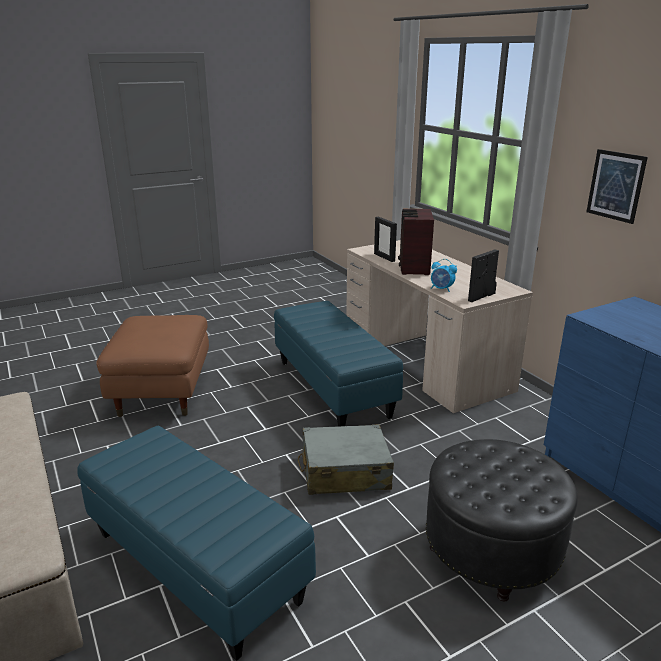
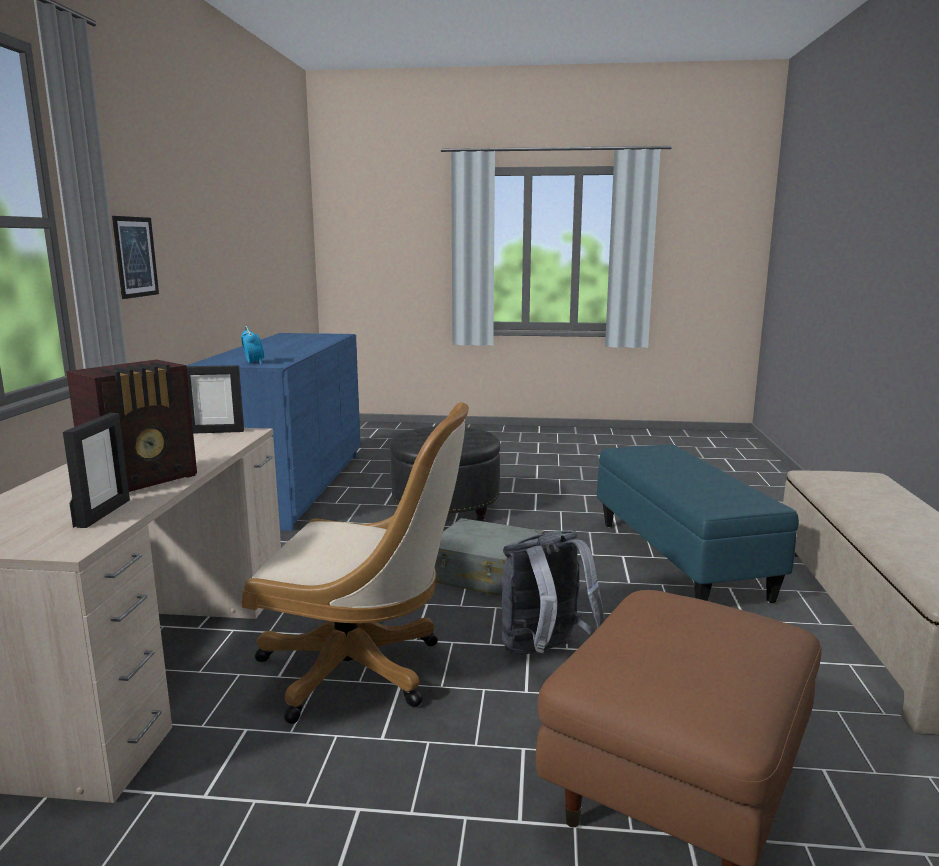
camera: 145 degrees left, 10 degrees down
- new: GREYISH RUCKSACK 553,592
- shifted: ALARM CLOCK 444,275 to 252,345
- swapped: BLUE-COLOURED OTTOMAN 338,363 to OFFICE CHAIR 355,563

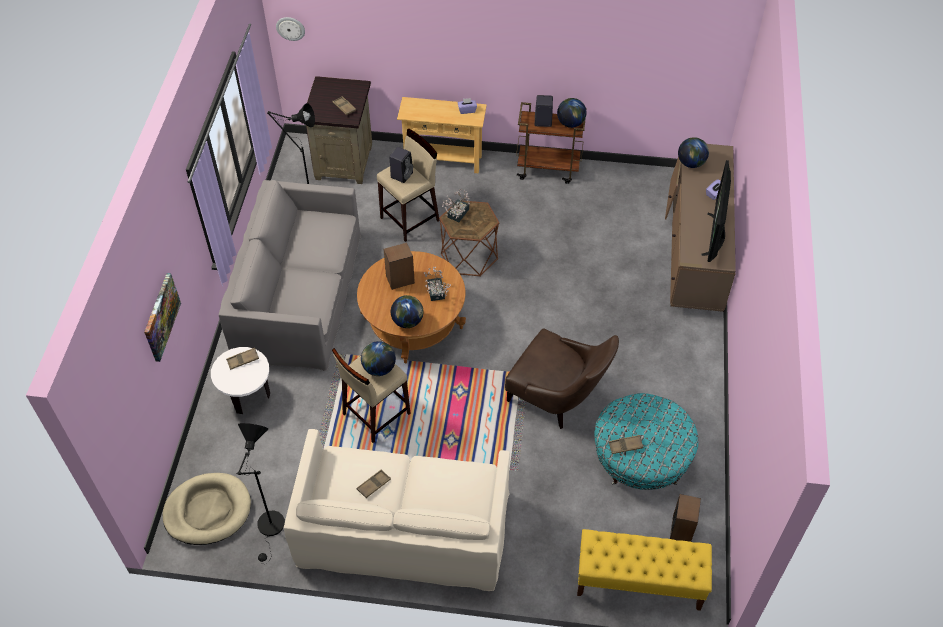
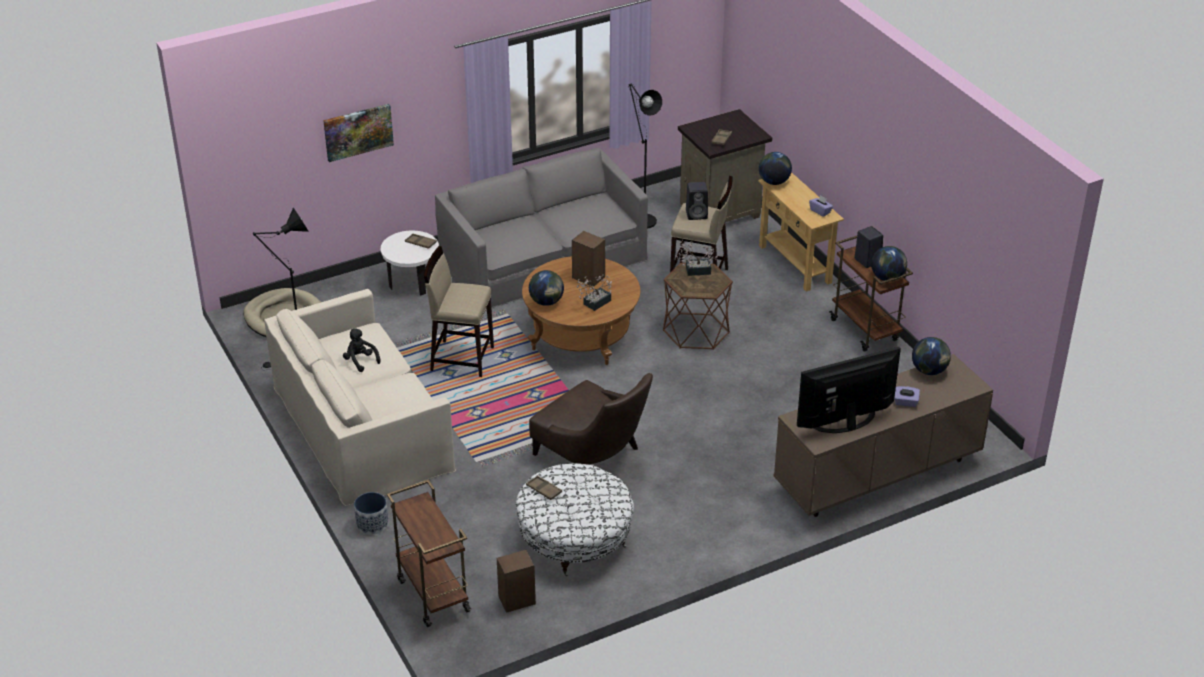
camera: 55 degrees right, 15 degrees down
- gone: WALL CLOCK 290,29
- new: PLANTER 371,513
- shifted: DESK GLOBE 378,358 to 775,168
- swapped: BROWNISH TRAY 374,483 to BLACKISH CUDDLY TOY 362,350
- swapped: YELLOW-COLOURED INDOOR BENCH 644,570 to BROWNISH WHEELED CART 429,553
- repainted: TURQUOISE-COLOURED OTTOMAN 646,441 to WHITE OTTOMAN 575,519
- rotated: BROWNISH ARMCHAIR 562,379 = 591,419 45 degrees counterclockwise

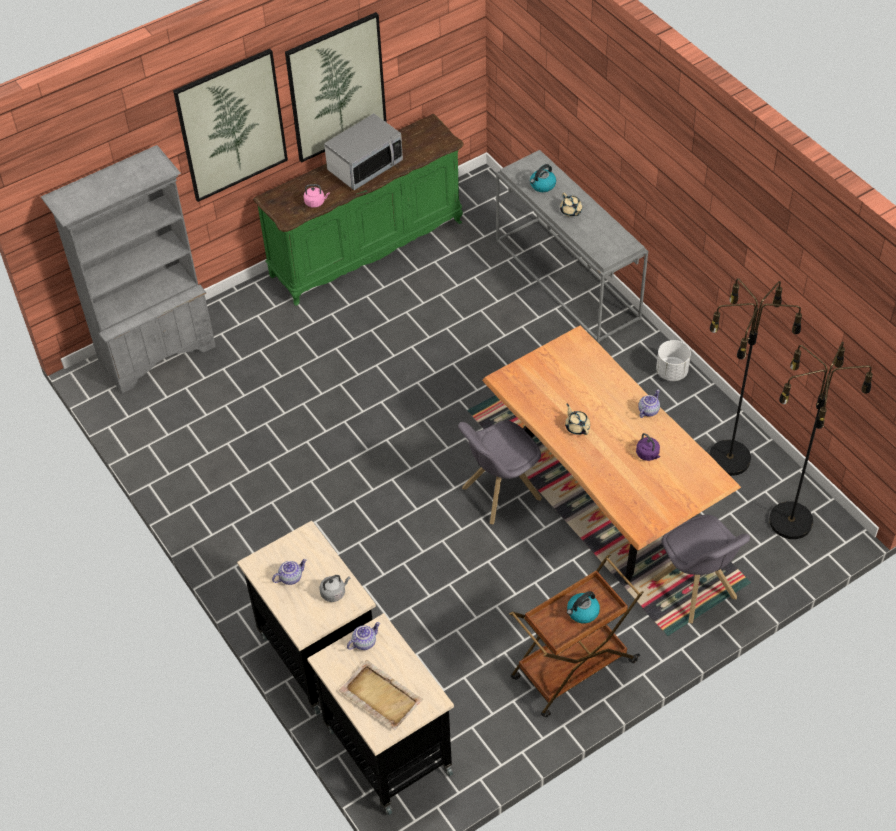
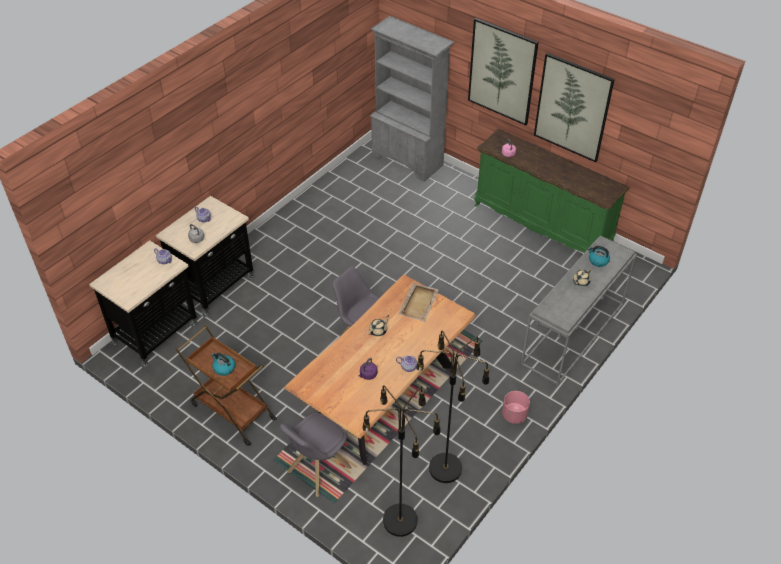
camera: 70 degrees right, 5 degrees down
- gone: KITCHEN MICROWAVE 363,151
- shifted: BEIGE-COLOURED TRAY 381,695 to 418,302
- repainted: WHITE PLANTER 673,360 to PINKISH PLANTER 516,407

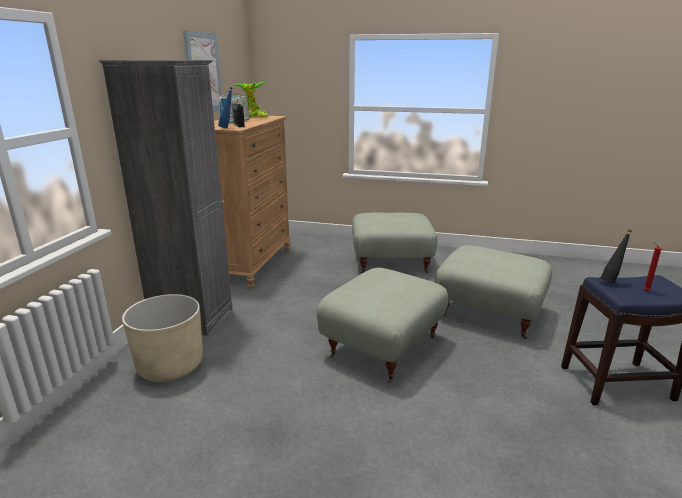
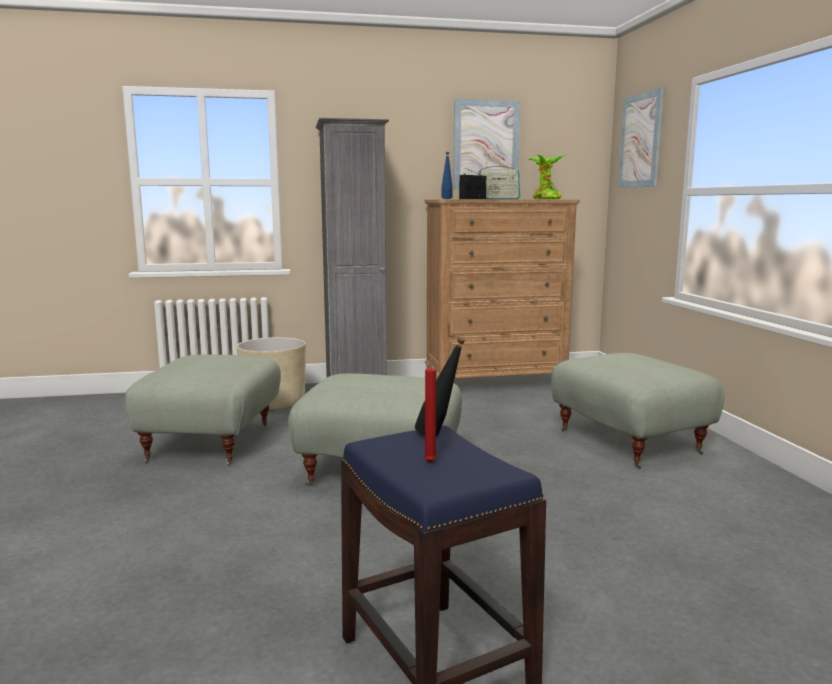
camera: 65 degrees right, 10 degrees down
- new: PICTURE 641,137
- shifted: GREYISH OTTOMAN 493,292 to 203,410

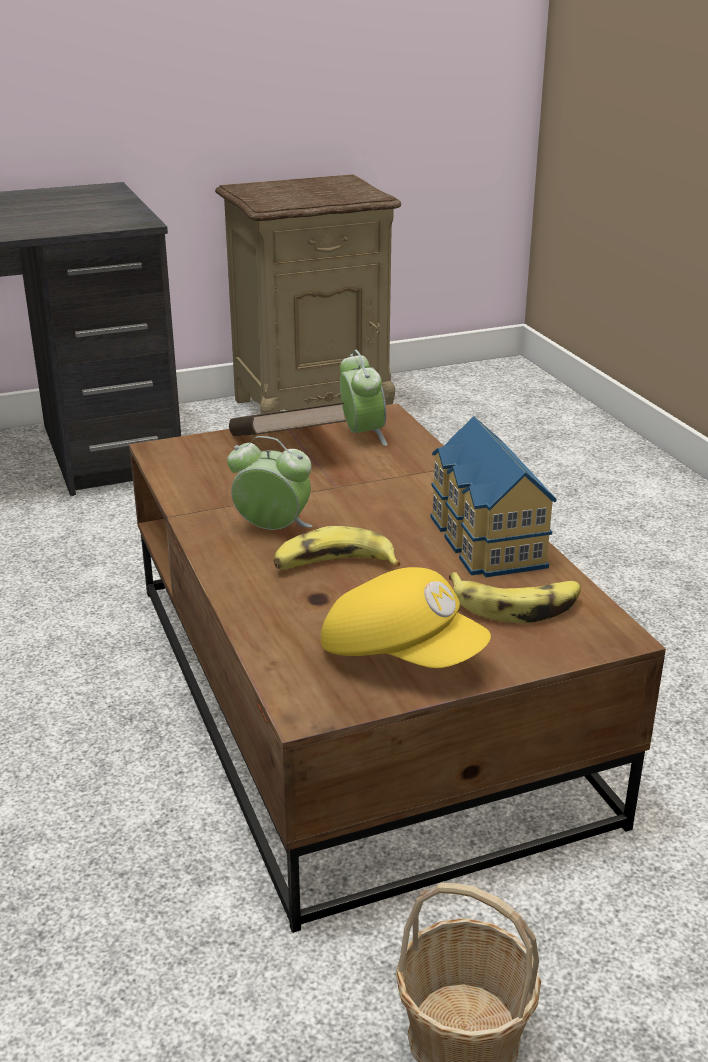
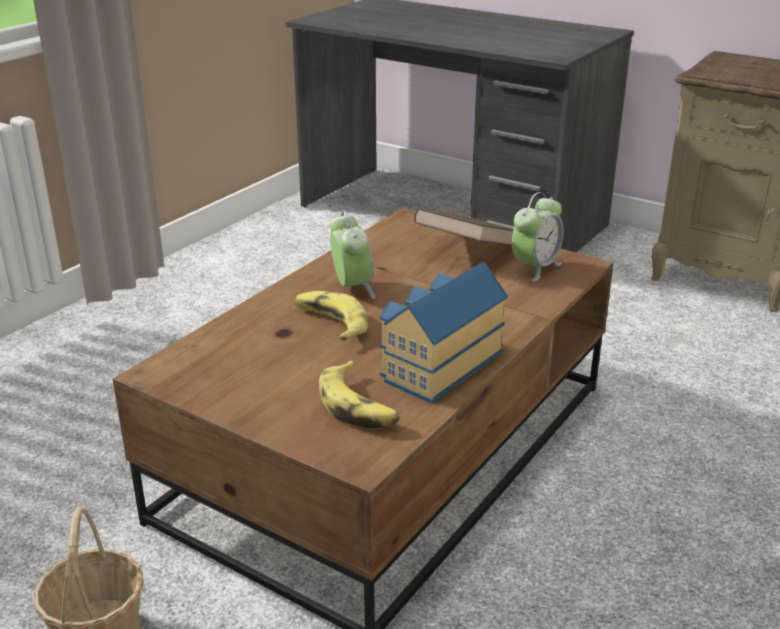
camera: 55 degrees right, 0 degrees up
- gone: YELLOW-COLOURED BASEBALL CAP 406,617

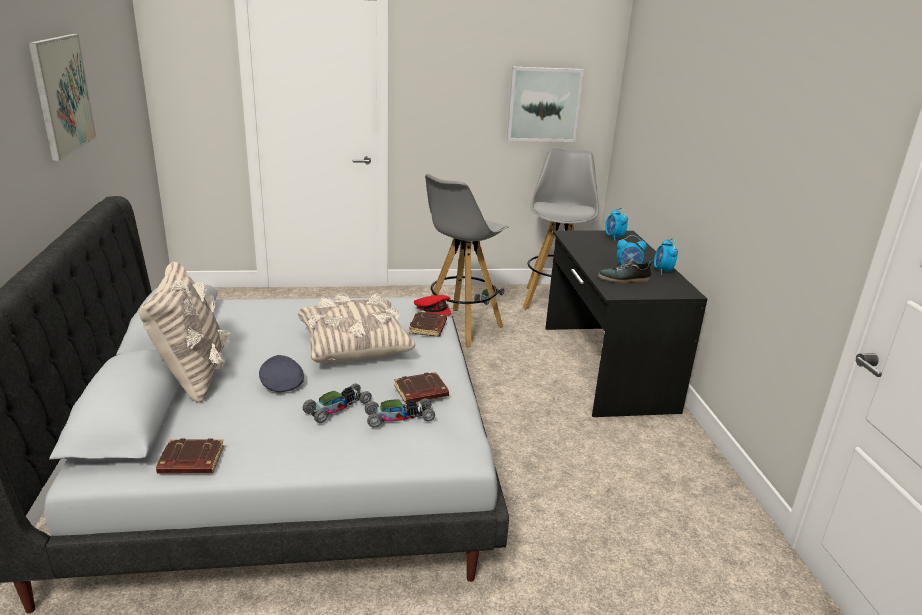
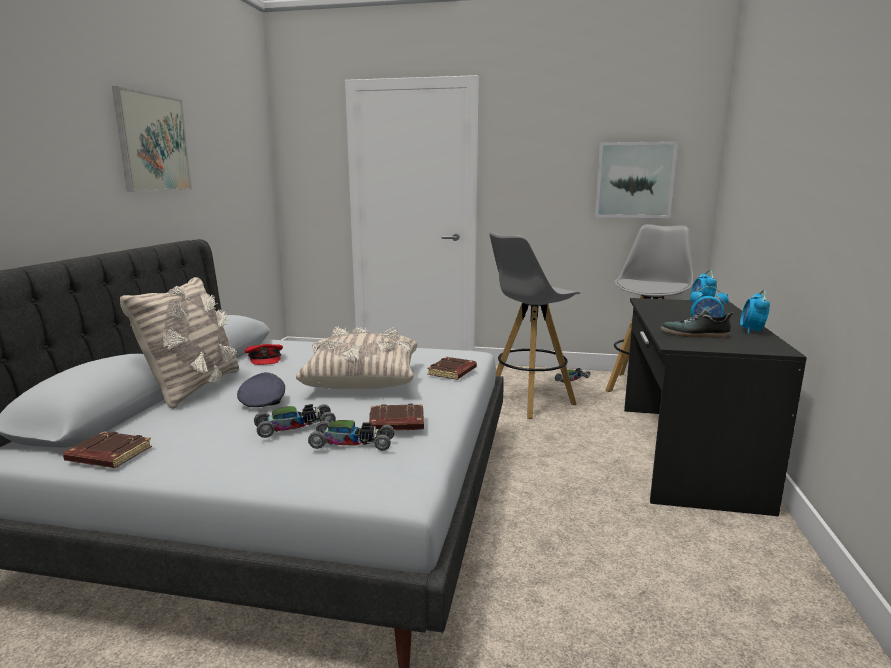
camera: 20 degrees right, 10 degrees down
- shifted: RED-COLOURED BASEBALL CAP 432,305 to 264,354

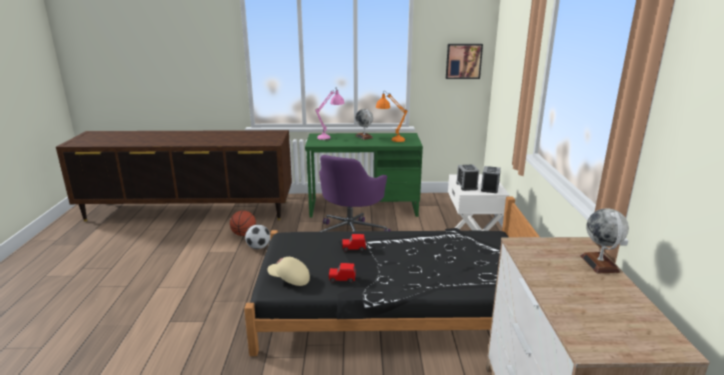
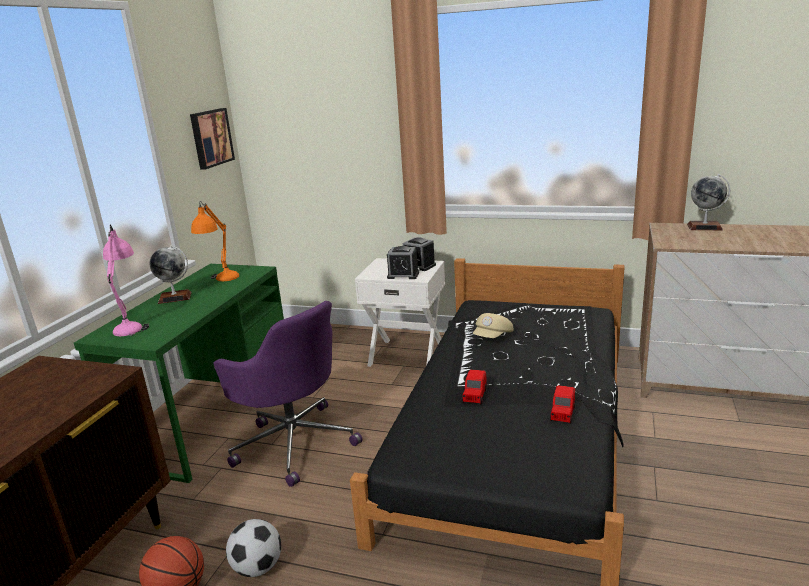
camera: 70 degrees left, 0 degrees up
- shifted: BEIGE-COLOURED BASEBALL CAP 288,271 to 493,325

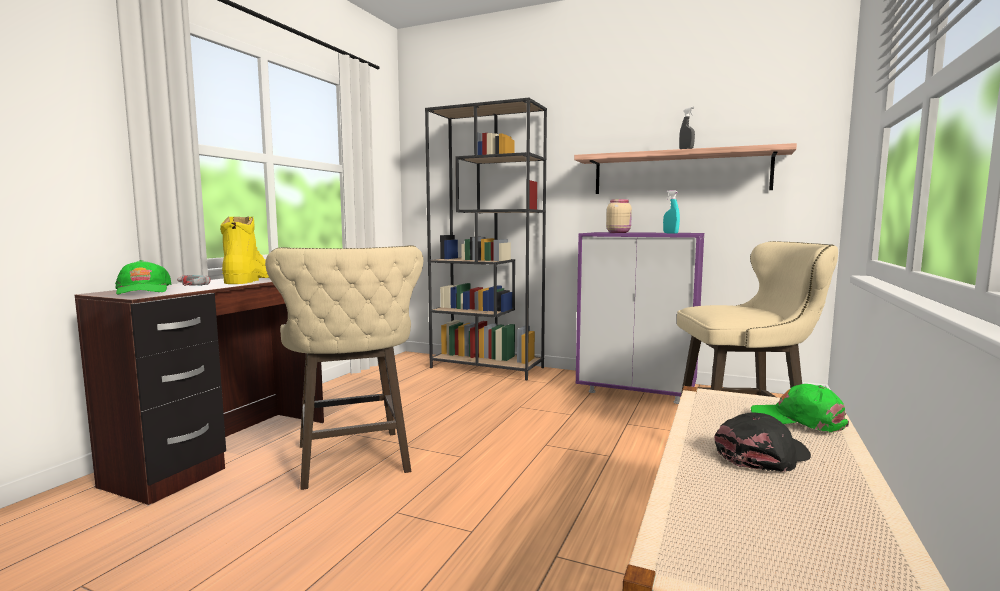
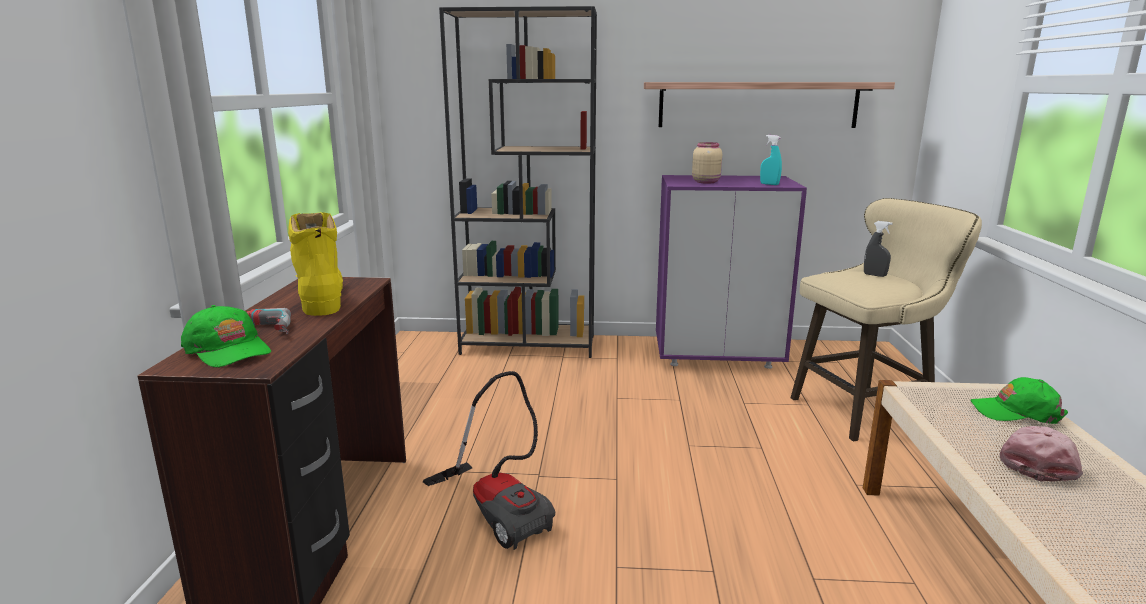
camera: 20 degrees left, 10 degrees up
- shifted: GREYISH SPRAY BOTTLE 687,128 to 878,249
- swapped: BEIGE-COLOURED SITTING STOOL 344,367 to HOOVER 489,460
- repainted: BLACKISH BASEBALL CAP 762,442 to PINKISH BASEBALL CAP 1041,454

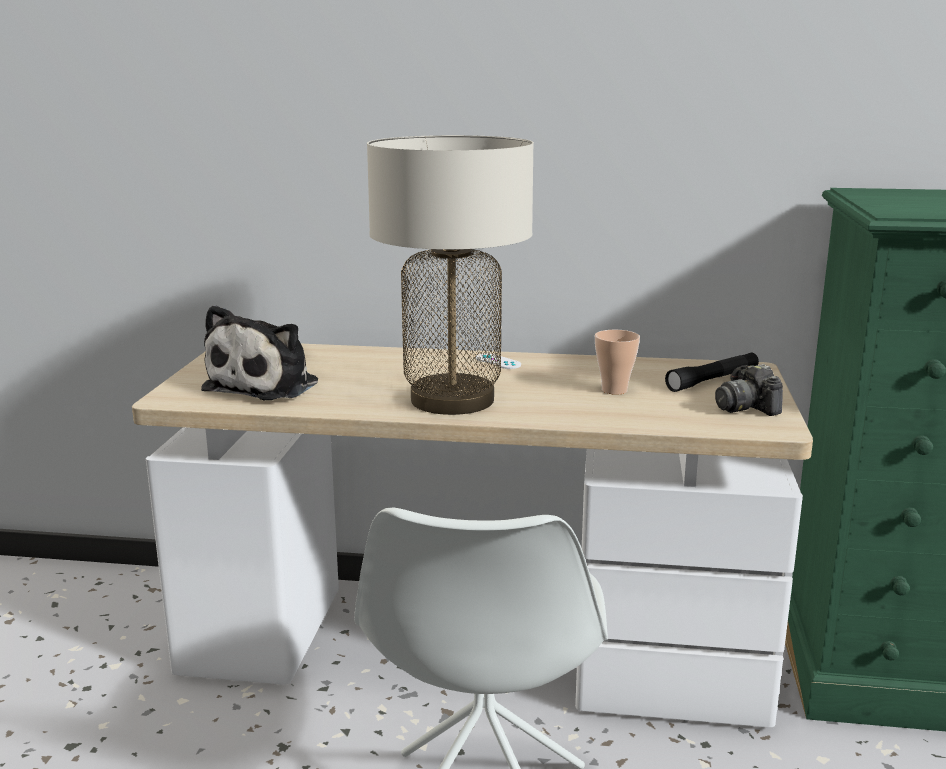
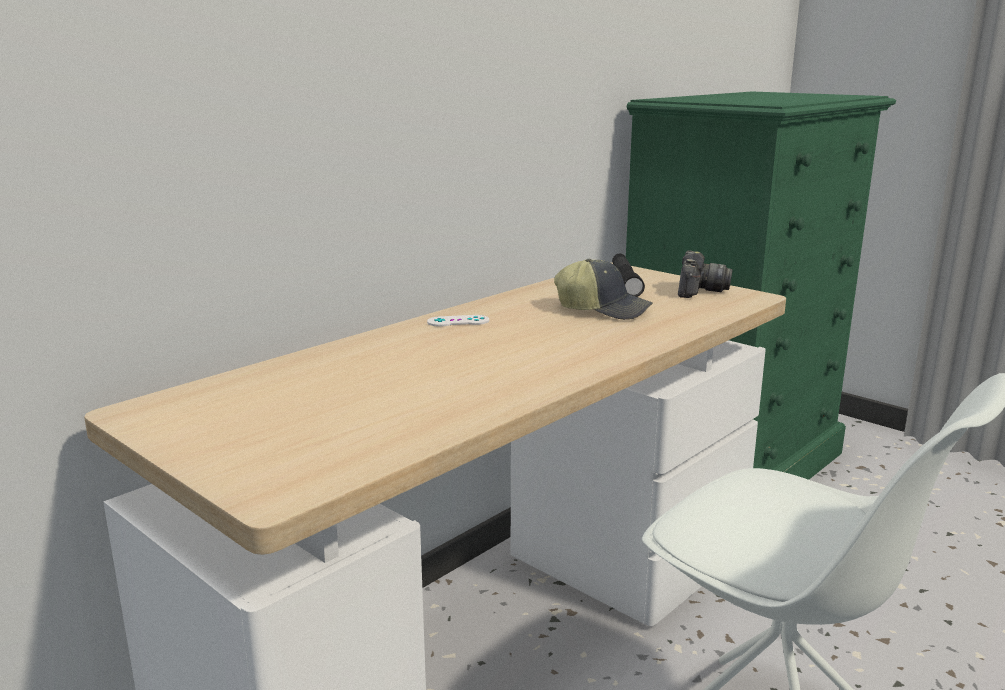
camera: 55 degrees left, 0 degrees up
- gone: CUDDLY TOY 259,352
- gone: TABLE LAMP 450,275
- swapped: SMALL CUP 617,362 to BASEBALL CAP 603,289
- rotated: PHOTO CAMERA 749,390 = 705,274 90 degrees counterclockwise

